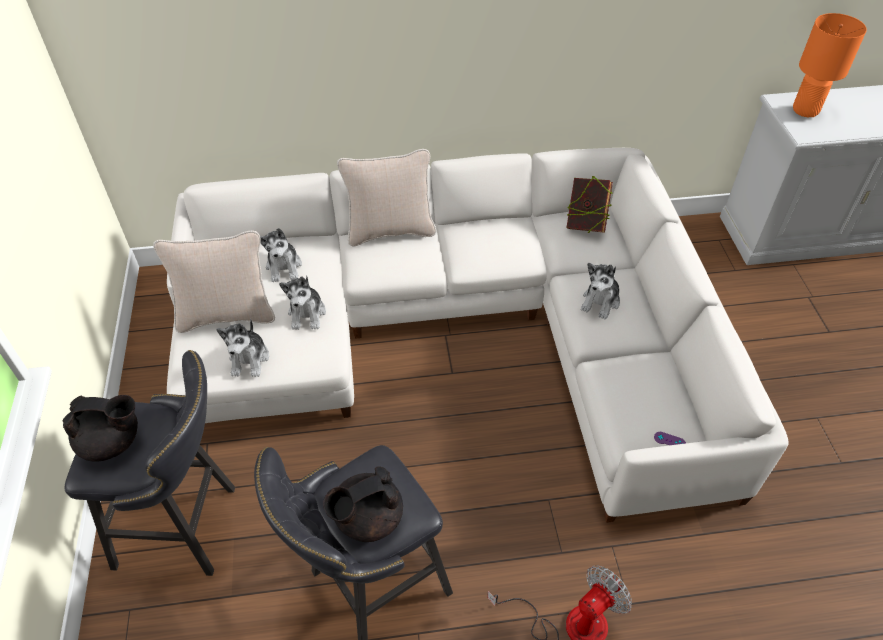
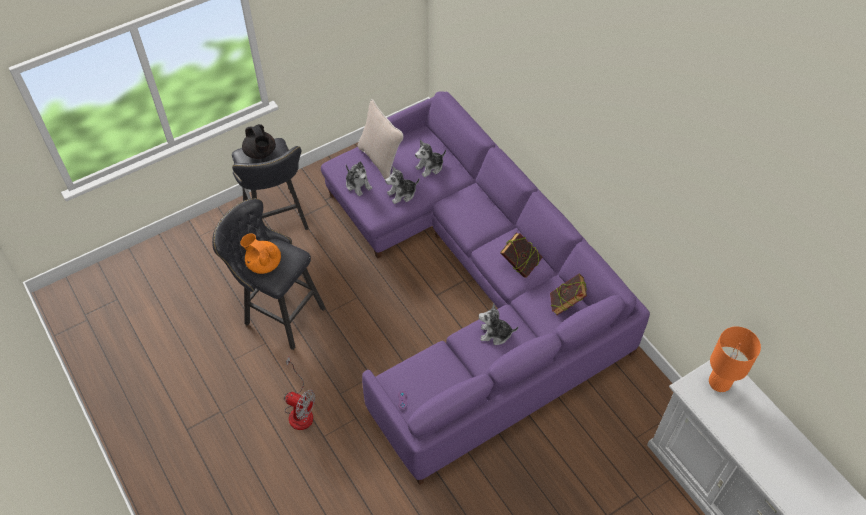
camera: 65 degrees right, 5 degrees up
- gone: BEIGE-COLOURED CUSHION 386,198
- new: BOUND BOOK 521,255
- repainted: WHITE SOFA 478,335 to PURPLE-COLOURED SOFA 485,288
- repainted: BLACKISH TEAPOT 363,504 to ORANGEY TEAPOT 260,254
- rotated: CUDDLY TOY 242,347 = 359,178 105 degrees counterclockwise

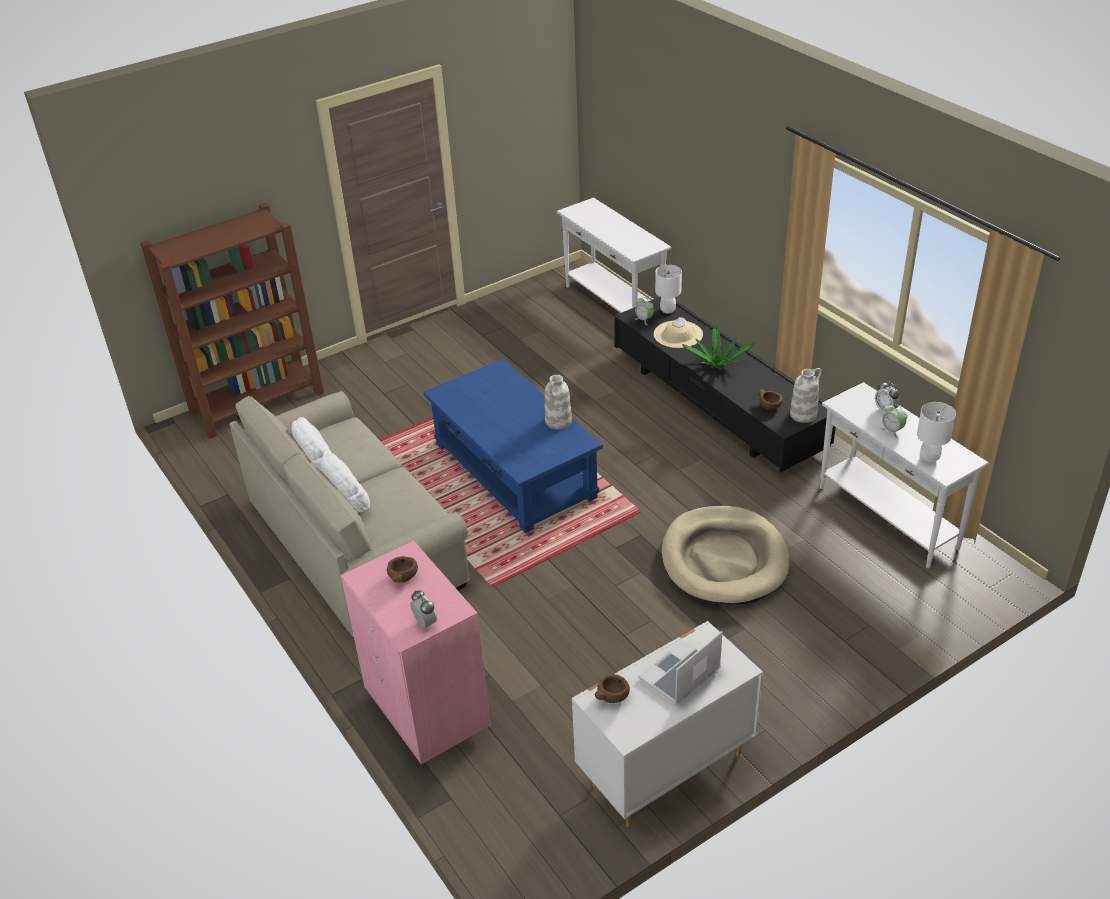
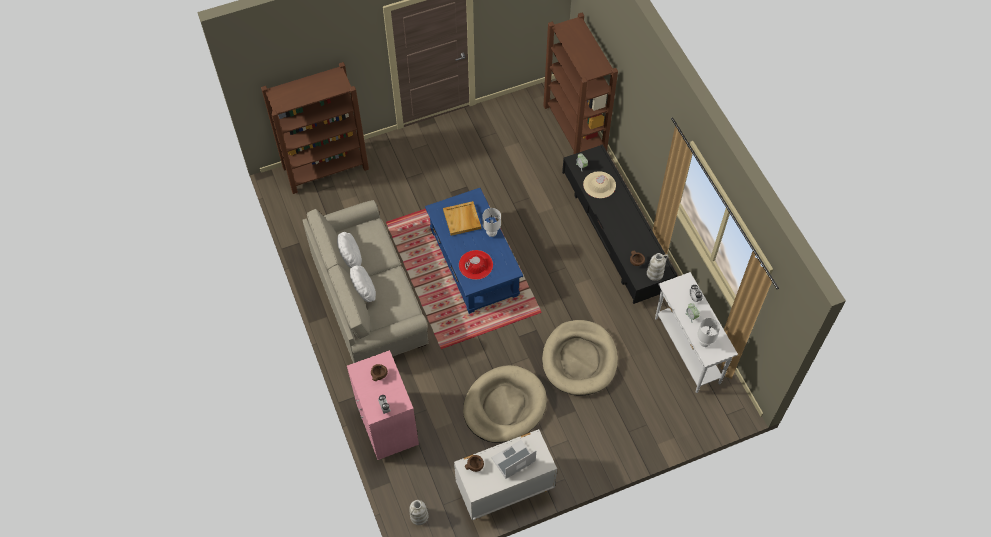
camera: 10 degrees right, 20 degrees up
- gone: POTTED PLANT 719,345
- new: BEIGE-COLOURED TRAY 462,218
- new: RED-COLOURED HAT 476,265
- new: BEIGE-COLOURED PET BED 505,404
- shifted: WHITE VASE 558,402 to 419,512
- shifted: WHITE TABLE LAMP 668,289 to 492,222
- swapped: WHITE HALL TABLE 614,255 to BROWNISH BOOKSHELF 580,83

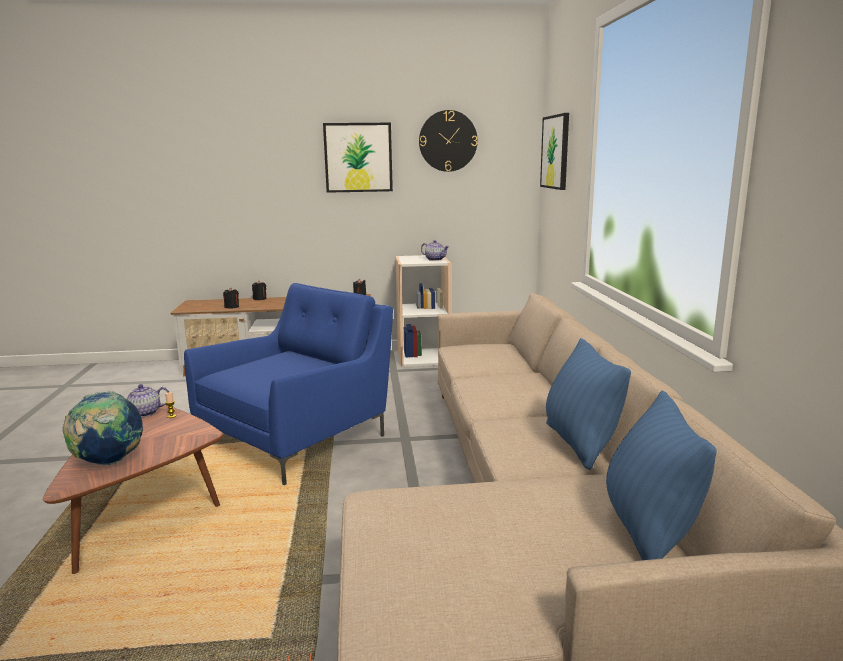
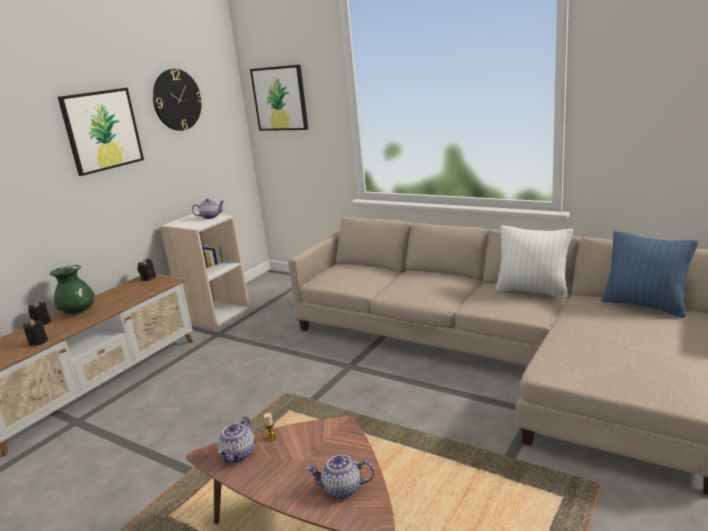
camera: 50 degrees left, 5 degrees up
- gone: BLUE-COLOURED ARMCHAIR 288,384
- new: GREEN VASE 72,289
- swapped: DESK GLOBE 103,428 to TEAPOT 340,477
- repainted: BLUE-COLOURED CUSHION 588,404 to WHITE CUSHION 534,262

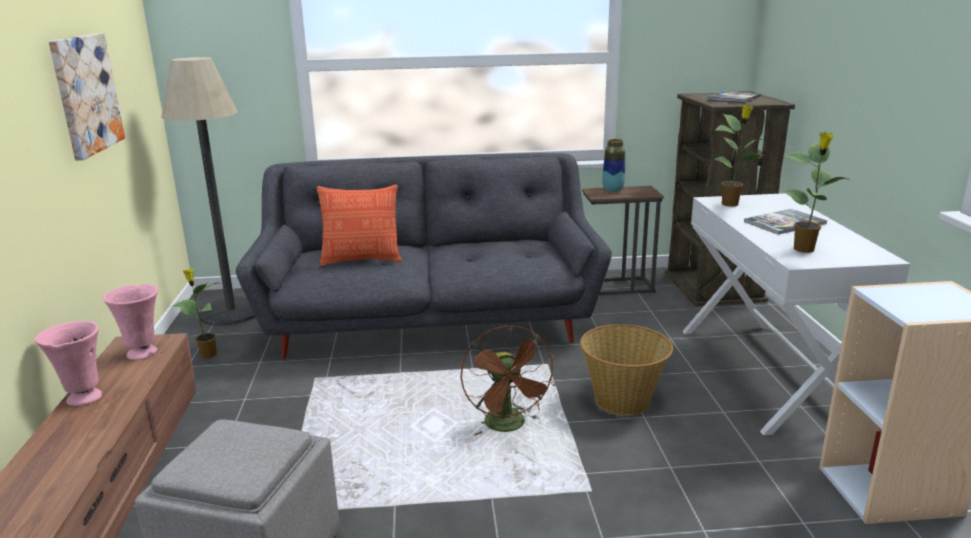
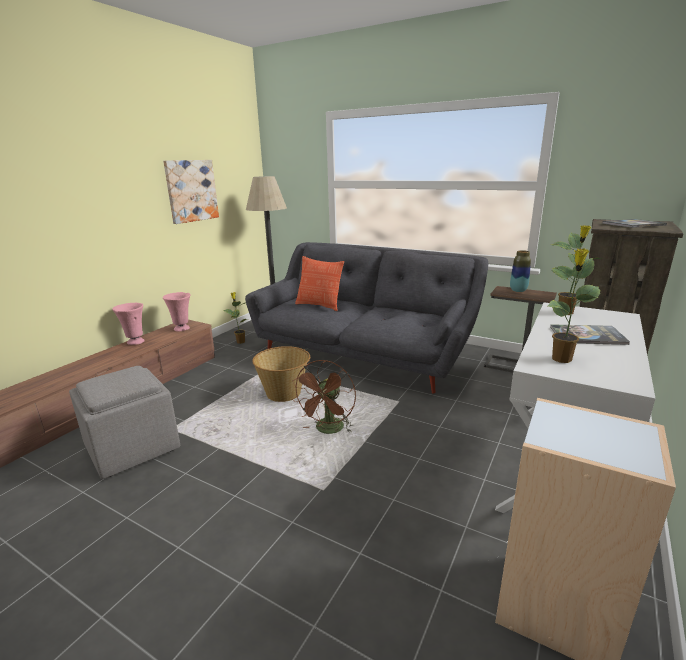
camera: 35 degrees right, 0 degrees up
- shifted: STORAGE BASKET 626,369 to 281,374

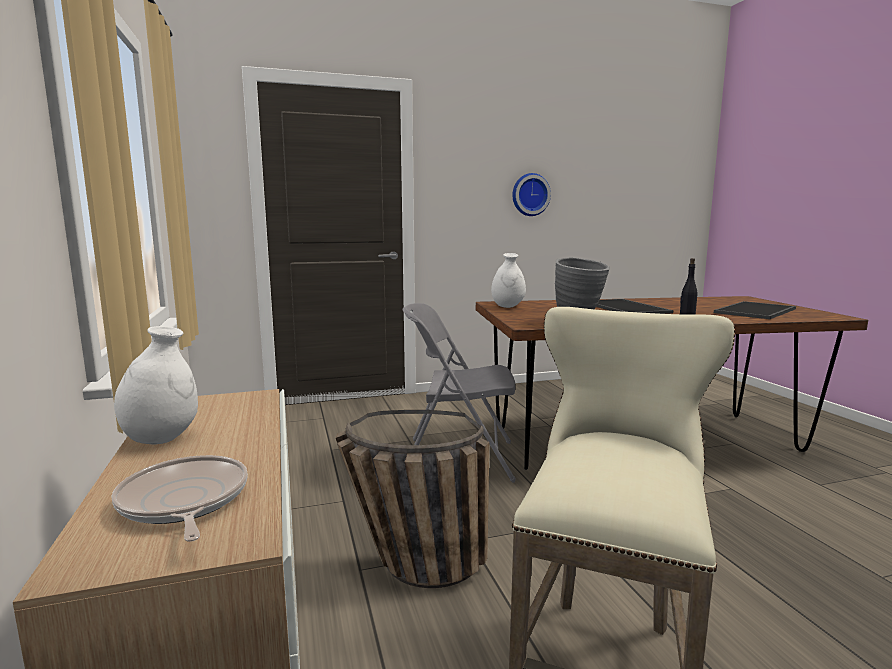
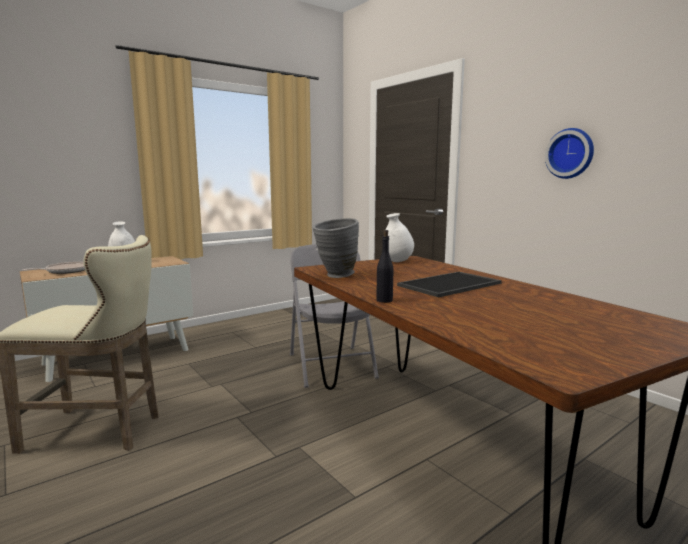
camera: 70 degrees right, 0 degrees up
- gone: STORAGE BASKET 412,499
- gone: TRAY 755,310

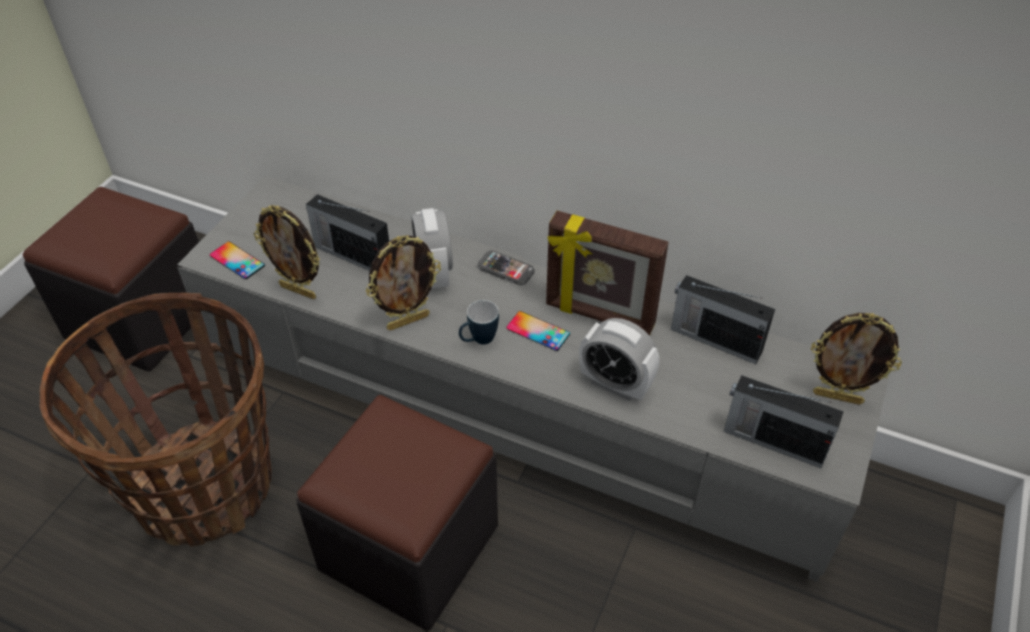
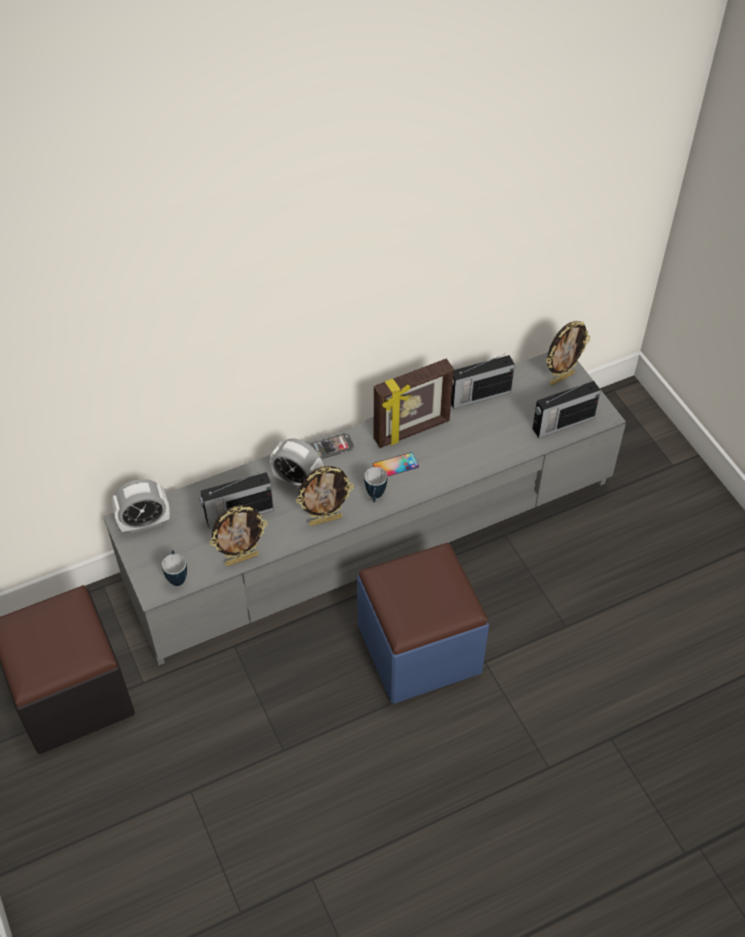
camera: 50 degrees left, 5 degrees up
- gone: STORAGE BASKET 156,420
- shifted: ALARM CLOCK 619,359 to 140,506
- swapped: PHONE 237,260 to MUG 174,568
- repainted: BLACKISH OTTOMAN 397,513 to BLUE-COLOURED OTTOMAN 423,623
- rotated: PHOTO FRAME 403,283 = 325,496 60 degrees clockwise

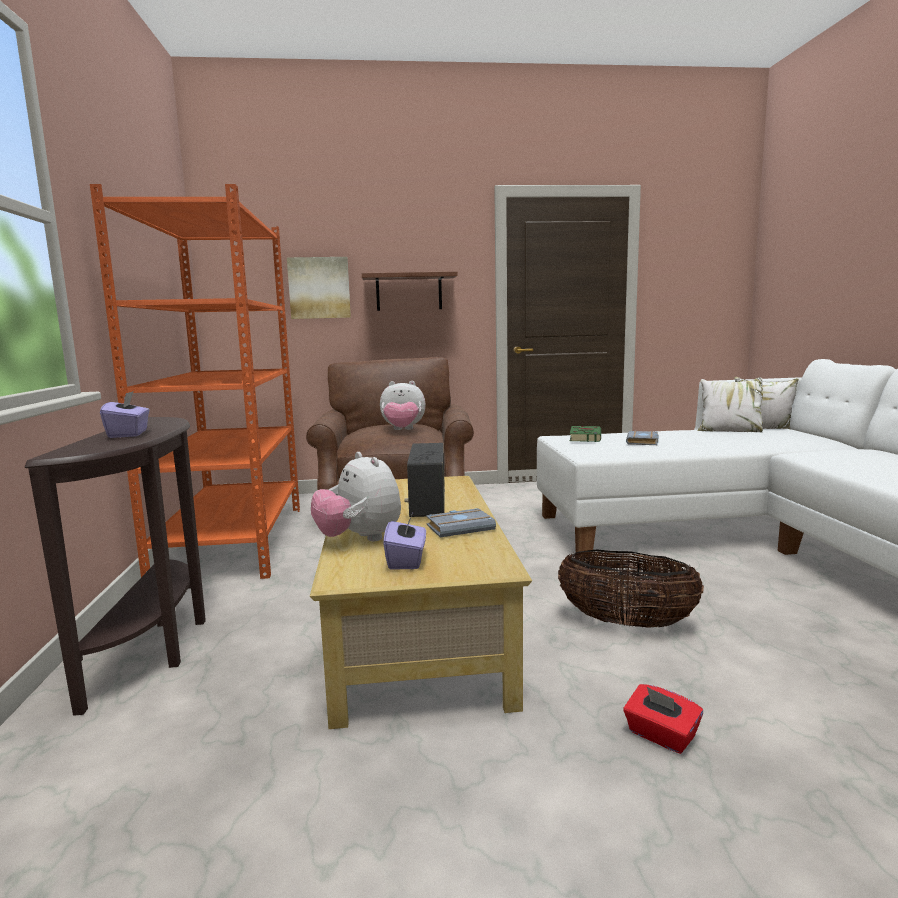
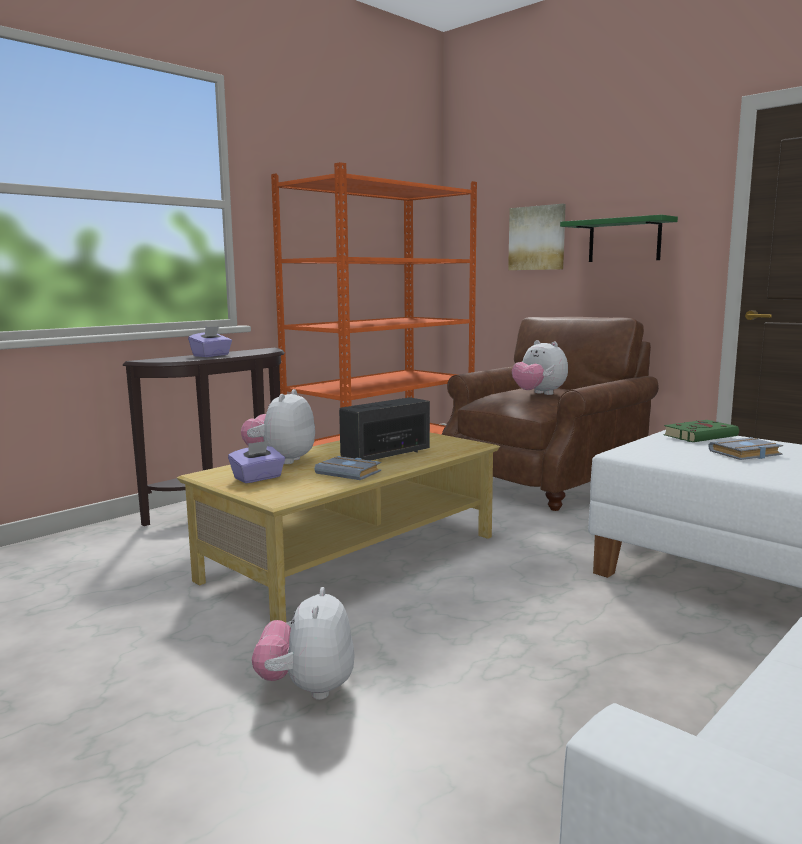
camera: 50 degrees right, 0 degrees up
- gone: STORAGE BASKET 631,588
- swapped: RED-COLOURED TISSUE HOLDER 663,719 to CUDDLY TOY 303,643
- repainted: BROWNISH WALL SHELF 410,291 to GREEN WALL SHELF 619,238

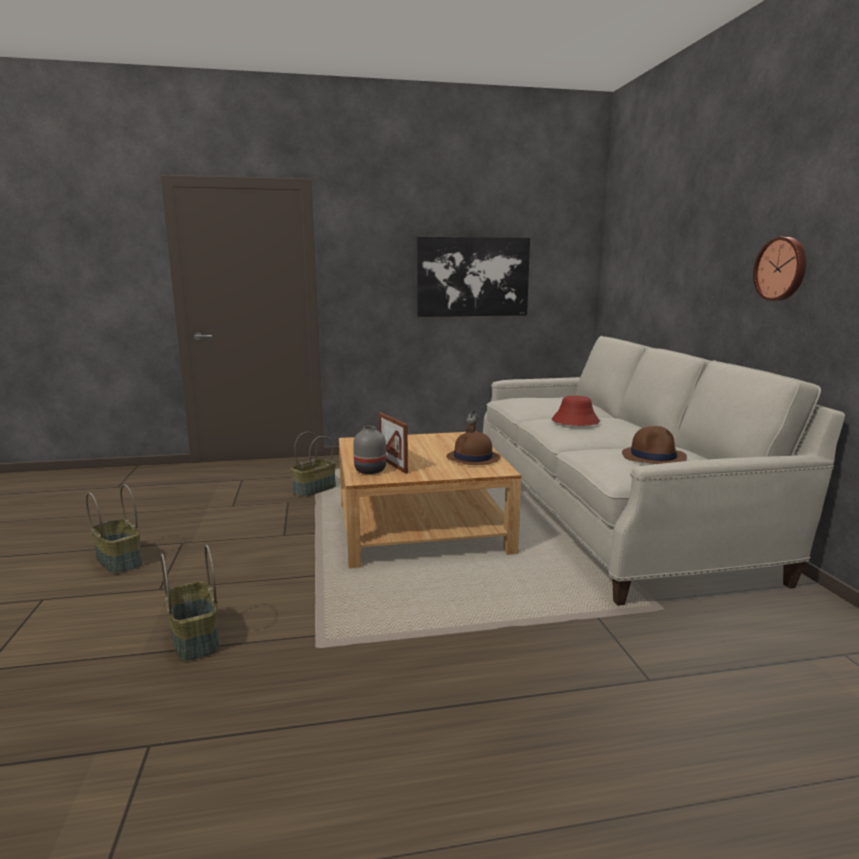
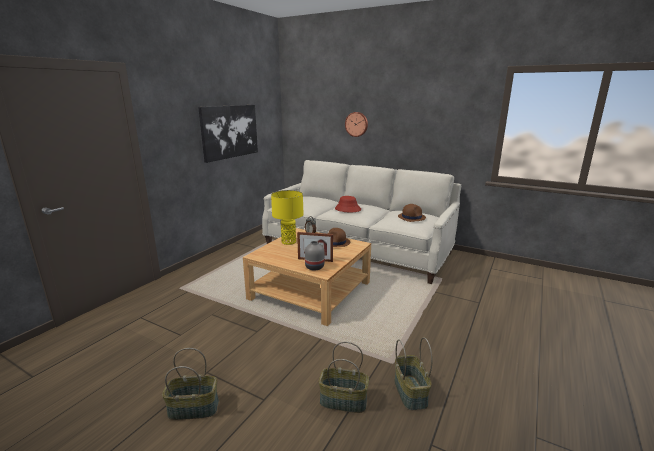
camera: 50 degrees left, 5 degrees up
- new: YELLOW-COLOURED TABLE LAMP 287,217
- shifted: STORAGE BASKET 313,464 to 413,373
- shifted: WALL CLOCK 779,269 to 356,124

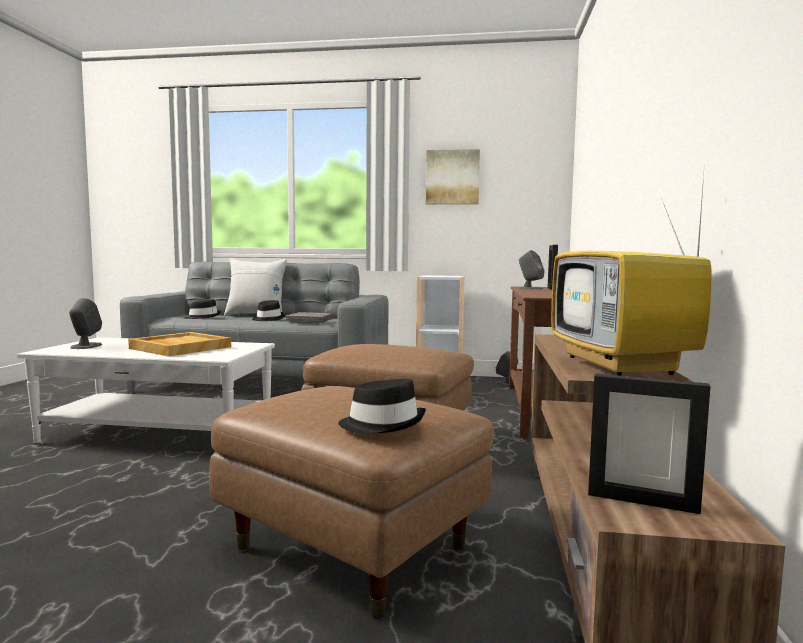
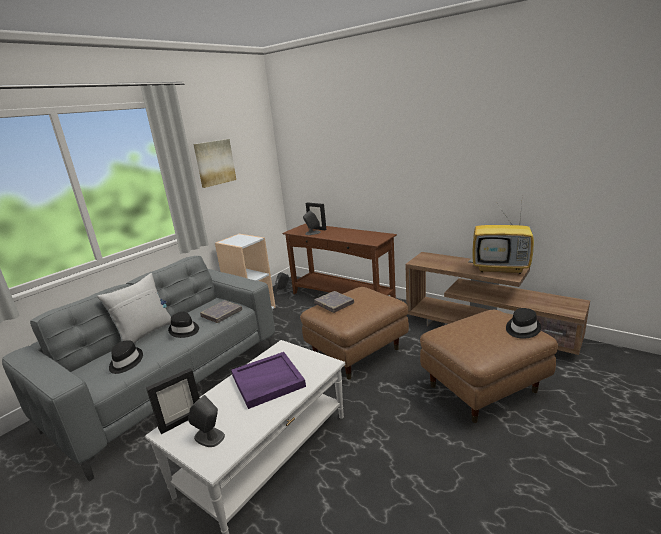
camera: 60 degrees left, 15 degrees up
- new: GREYISH BOUND BOOK 334,302
- shifted: PHOTO FRAME 649,443 to 173,401
- repainted: BEIGE-COLOURED TRAY 179,344 to PURPLE-COLOURED TRAY 268,380

